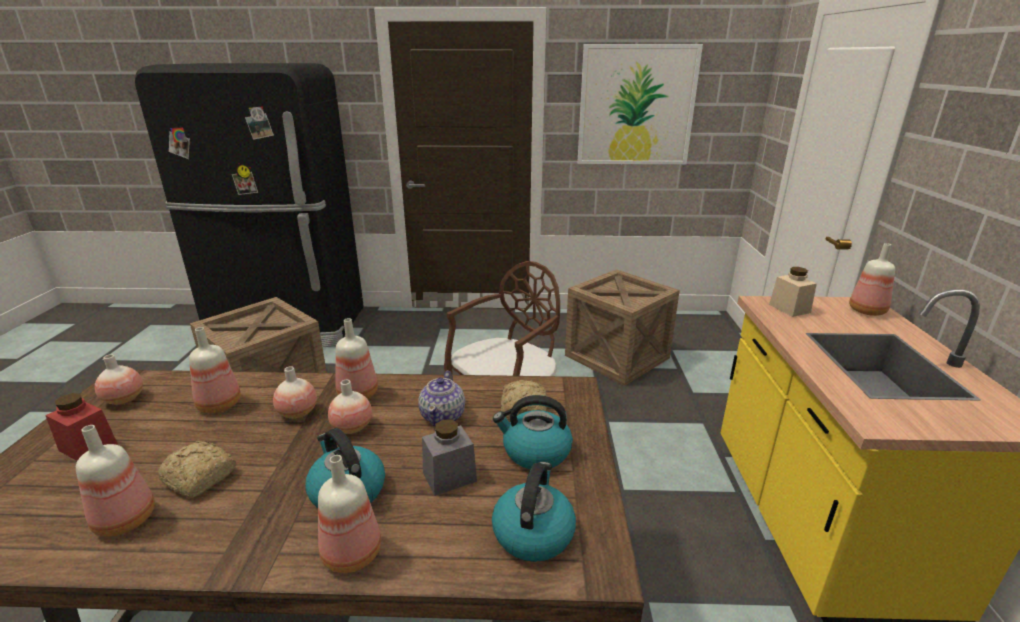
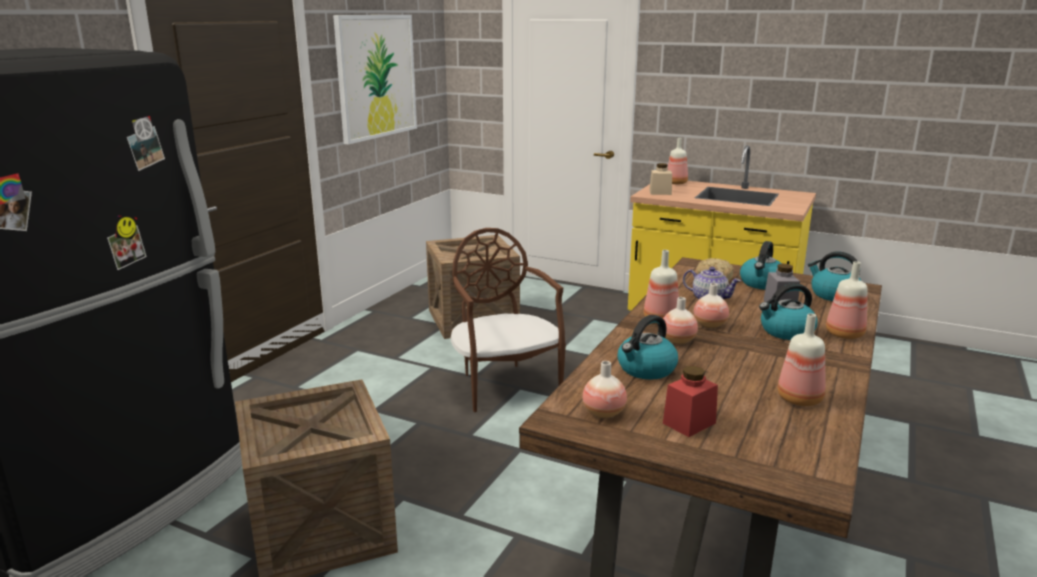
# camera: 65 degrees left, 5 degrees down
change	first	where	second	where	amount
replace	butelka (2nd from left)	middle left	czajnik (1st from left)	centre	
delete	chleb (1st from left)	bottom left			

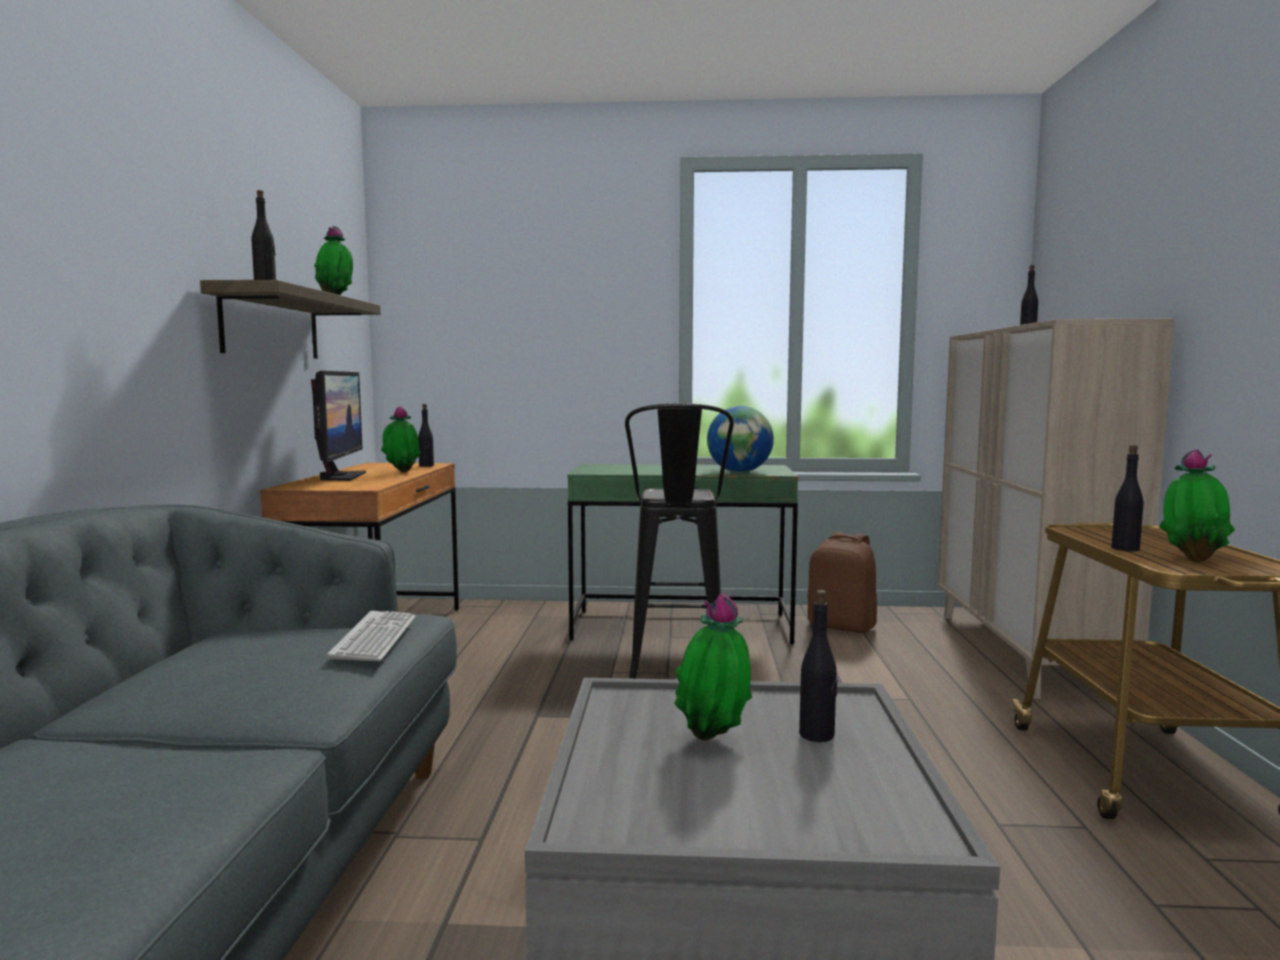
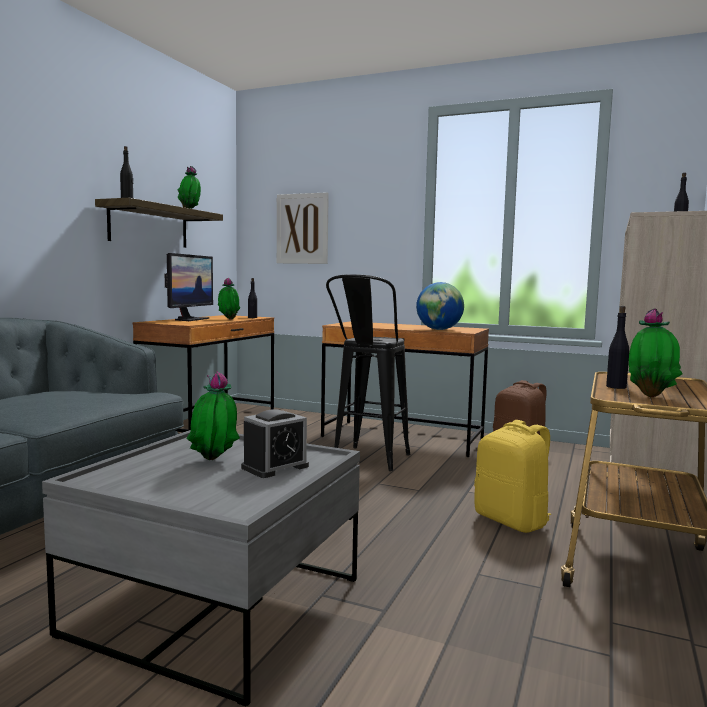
# camera: 20 degrees right, 0 degrees up
change	first	where	second	where	amount
recolor	biurko [zielony]	centre	biurko [brązowy] (2nd from left)	centre	
replace	butelka [czarny] (3rd from left)	bottom centre	budzik	centre	
delete	klawiatura	middle left			
insert			obraz	top centre	
insert			plecak [żółty]	bottom right	

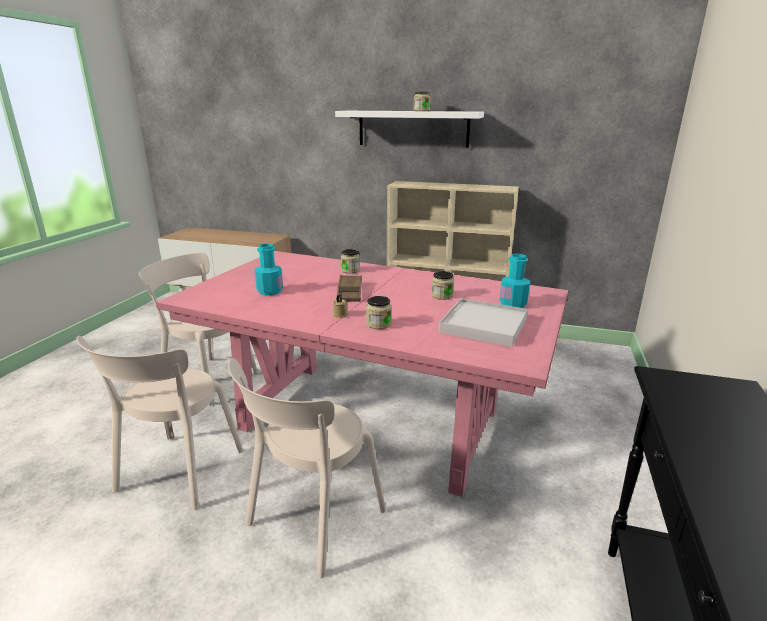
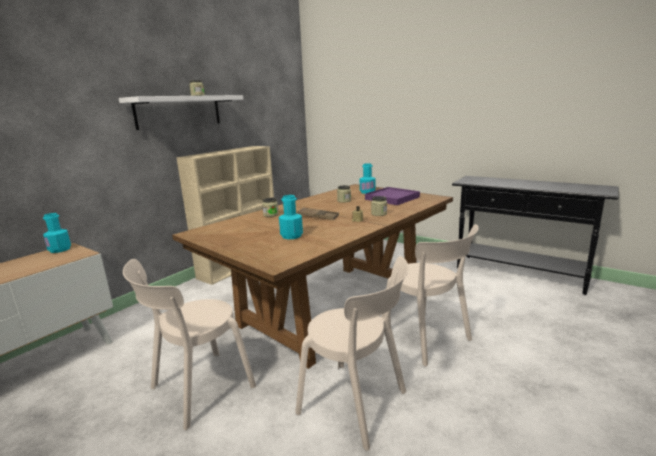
# camera: 70 degrees left, 5 degrees down
change	first	where	second	where	amount
recolor	stół jadalny [różowy]	centre	stół jadalny [brązowy]	centre	
recolor	taca [biały]	centre	taca [fioletowy]	centre	
insert			butelka [turkusowy] (1st from left)	middle left	

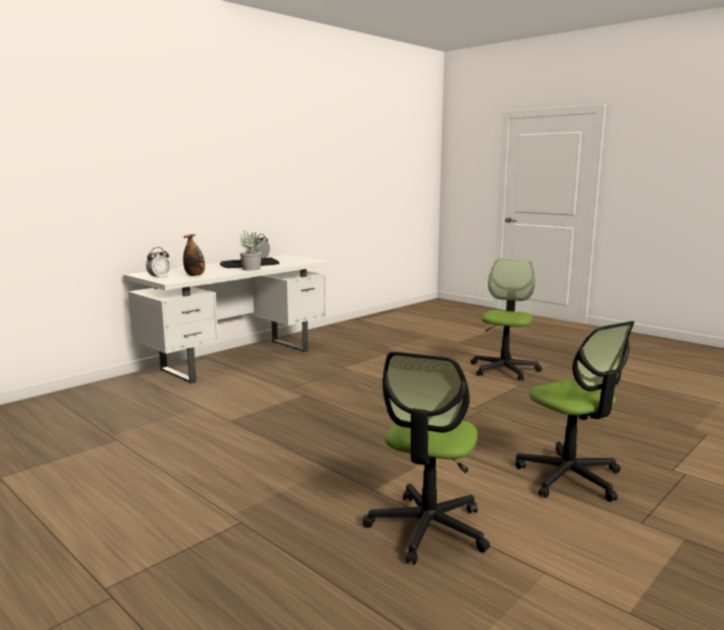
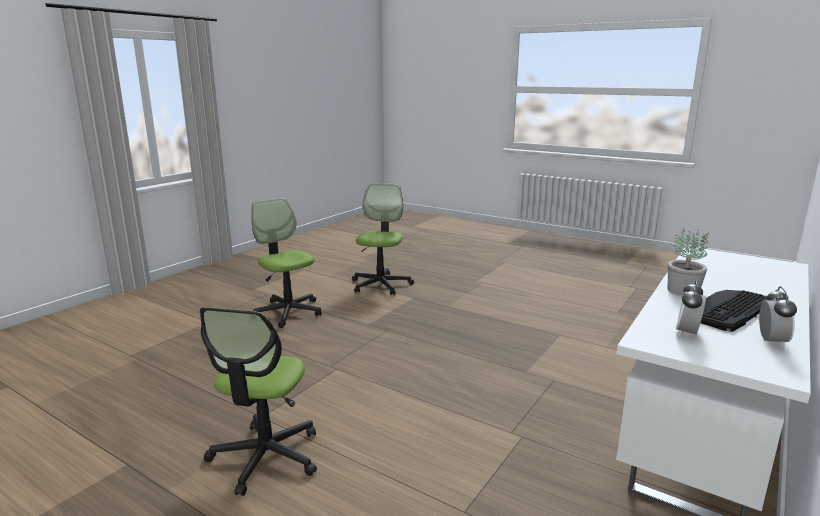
# camera: 170 degrees right, 5 degrees up
change	first	where	second	where	amount
delete	butelka	middle left			
move	budzik (1st from left)	middle left		middle right	

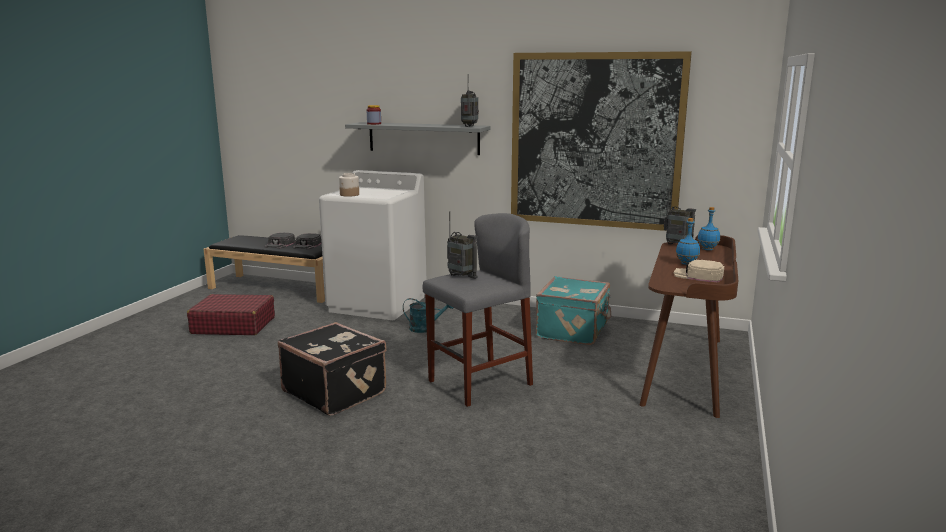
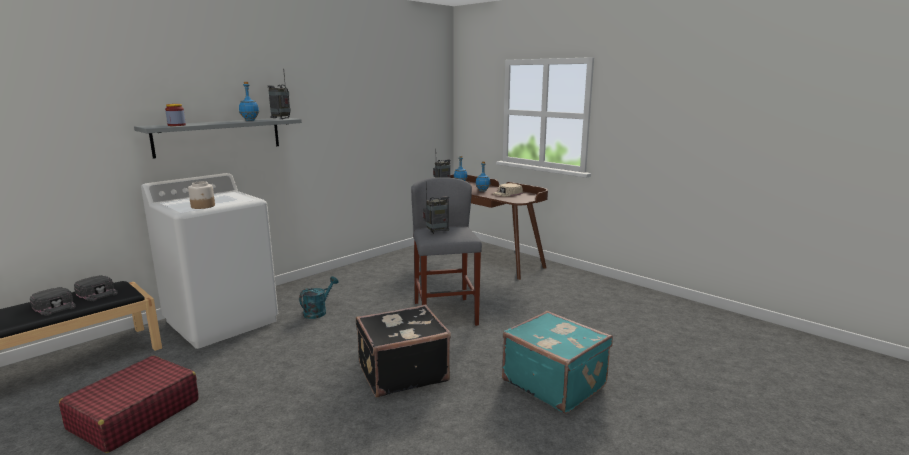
# camera: 65 degrees left, 0 degrees up
change	first	where	second	where	amount
delete	obraz	top centre			
move	walizka [turkusowy]	centre		bottom centre	
insert			butelka [niebieski] (1st from left)	top left	

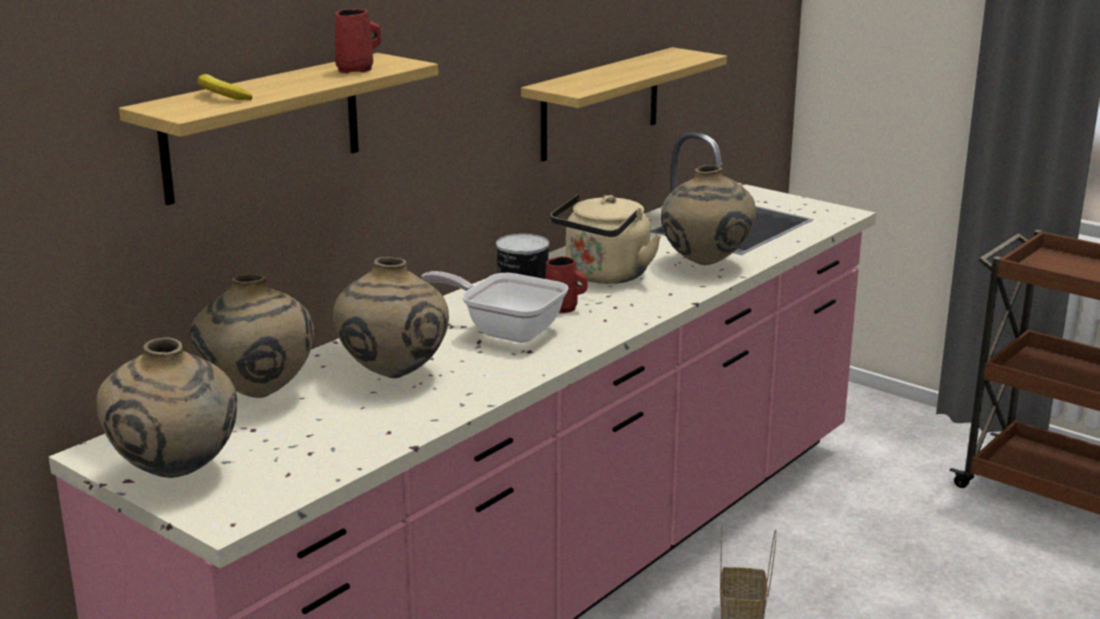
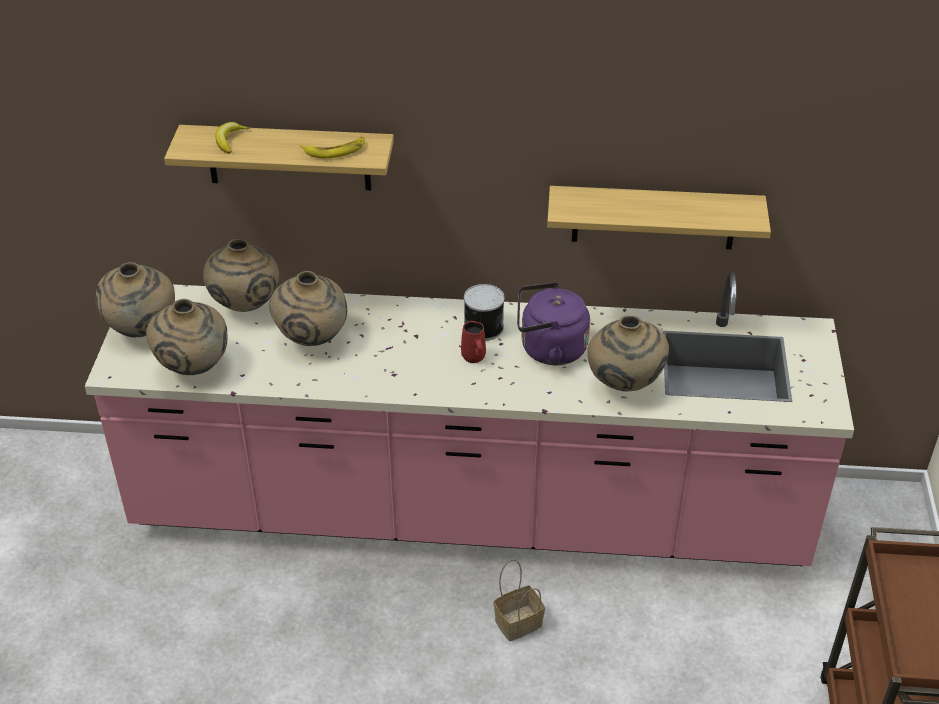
# camera: 55 degrees right, 20 degrees up
change	first	where	second	where	amount
replace	kubek [czerwony] (1st from left)	top left	banan (2nd from left)	top centre	
recolor	czajnik [beżowy]	centre	czajnik [fioletowy]	centre	
delete	patelnia	centre			
insert			wazon [beżowy] (2nd from left)	middle left	

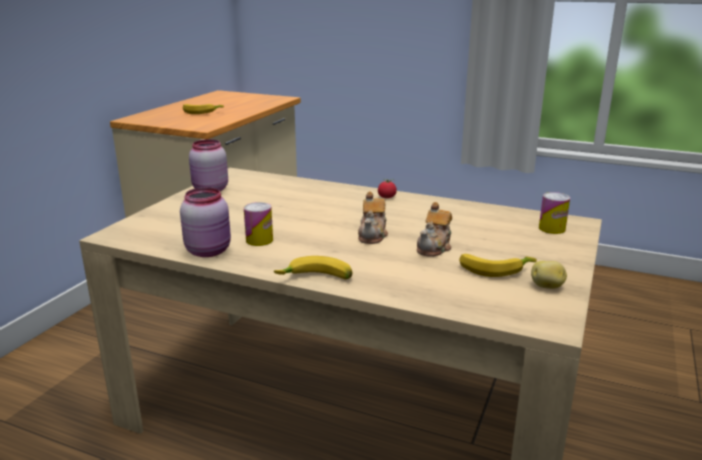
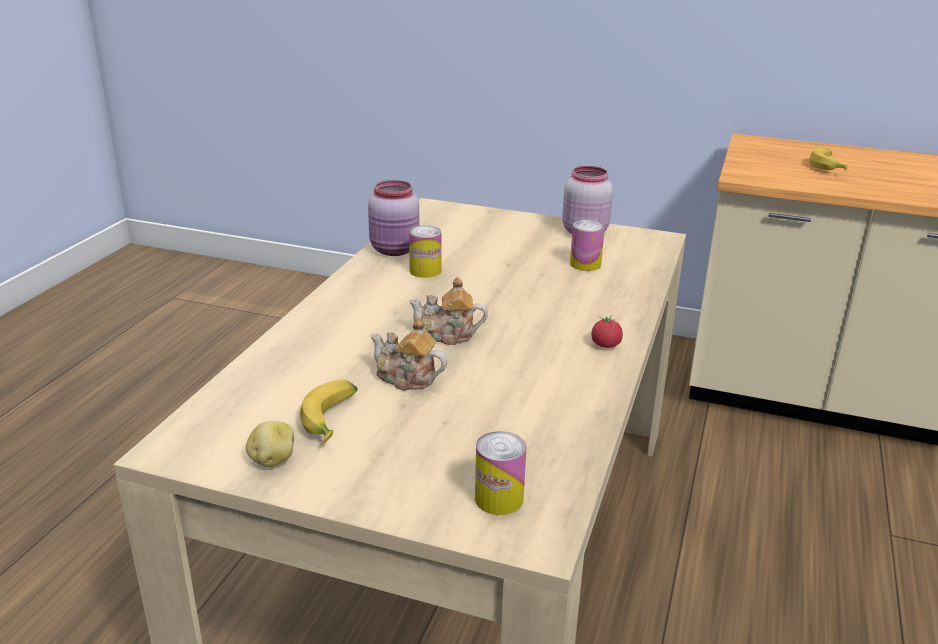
# camera: 85 degrees right, 5 degrees up
change	first	where	second	where	amount
delete	banan (2nd from left)	centre			
insert			puszka (3rd from left)	centre	

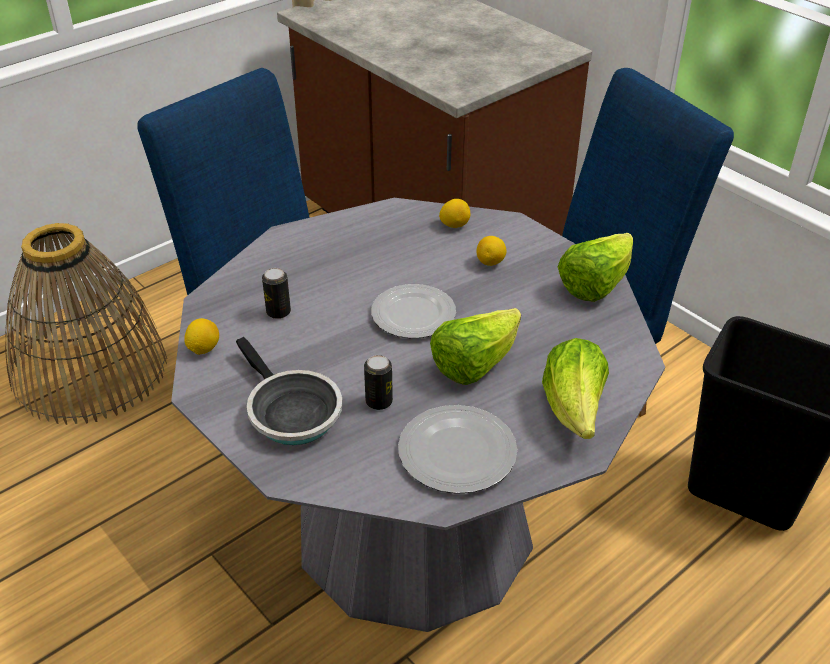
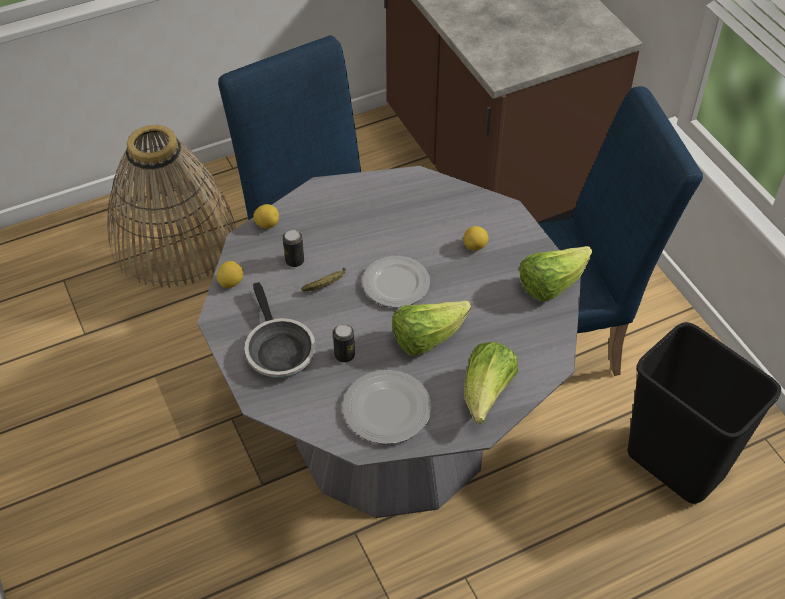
# camera: 15 degrees right, 10 degrees up
change	first	where	second	where	amount
move	cytryna (2nd from left)	top centre		centre	
insert			banan	centre	

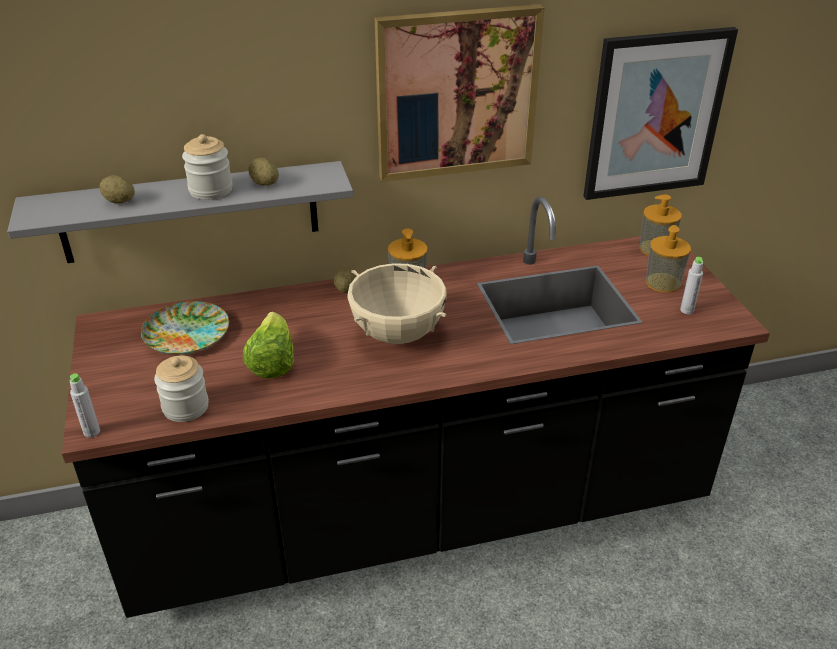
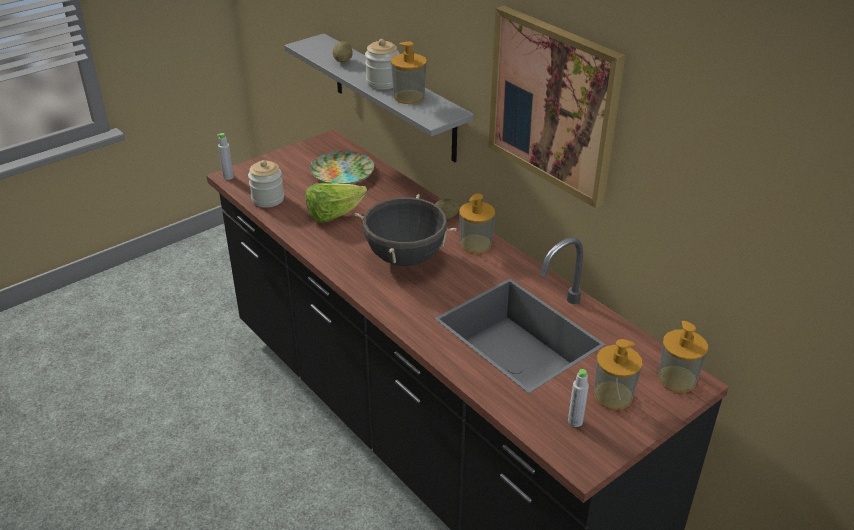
# camera: 65 degrees right, 0 degrees up
change	first	where	second	where	amount
delete	obraz (2nd from left)	top right			
replace	ziemniak (2nd from left)	top left	dozownik mydła (1st from left)	top centre	
recolor	garnek [beżowy]	centre	garnek [czarny]	centre	

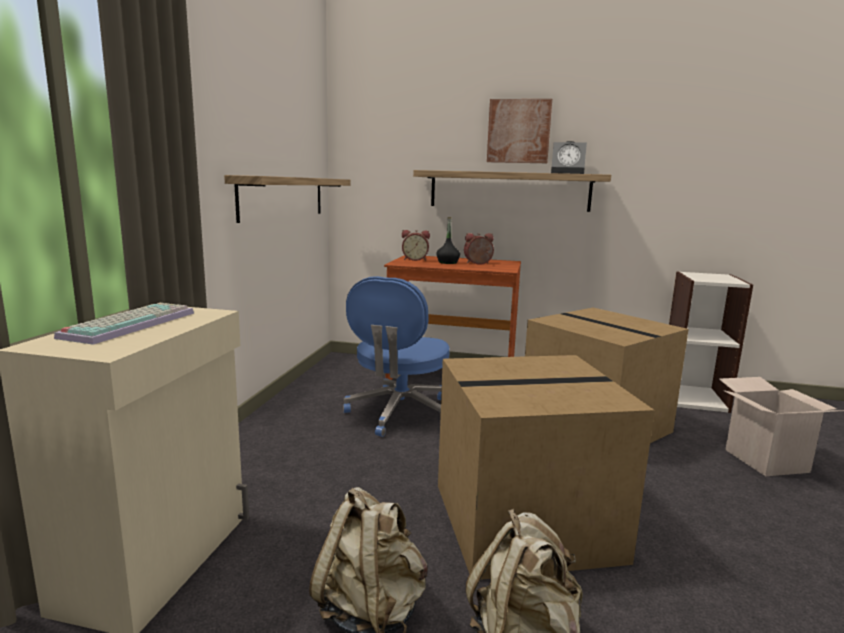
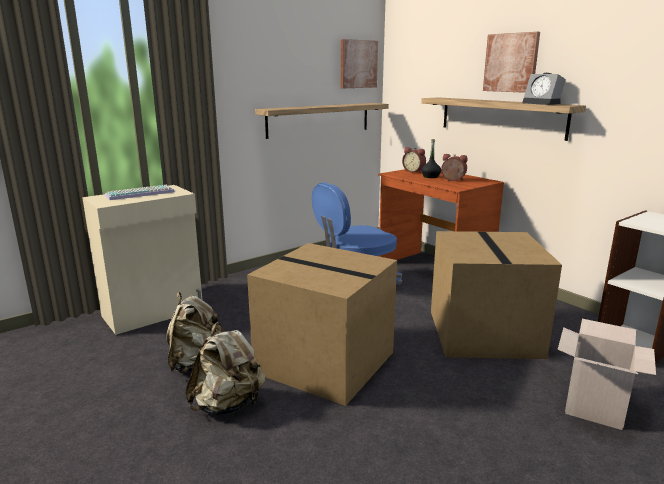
# camera: 40 degrees right, 5 degrees up
change	first	where	second	where	amount
insert			obraz (1st from left)	top centre	

